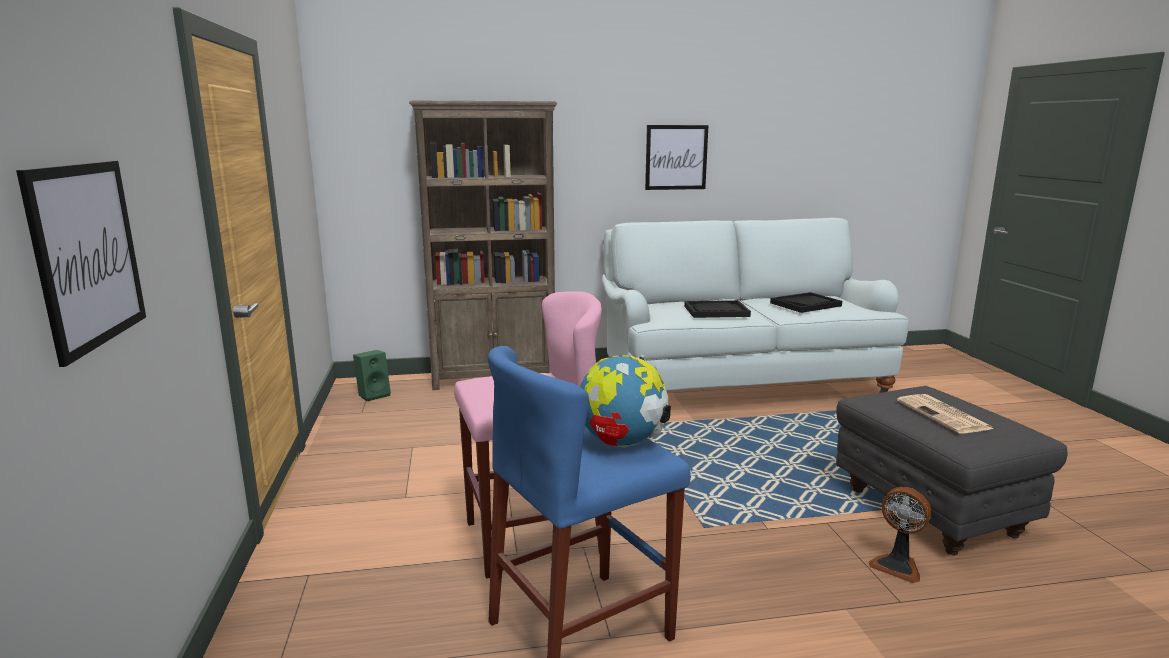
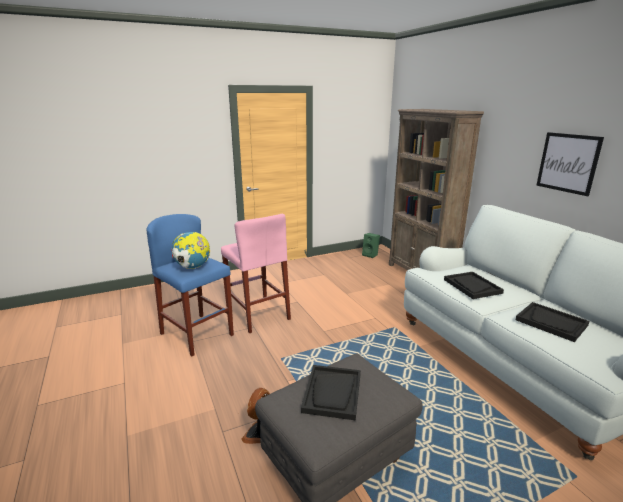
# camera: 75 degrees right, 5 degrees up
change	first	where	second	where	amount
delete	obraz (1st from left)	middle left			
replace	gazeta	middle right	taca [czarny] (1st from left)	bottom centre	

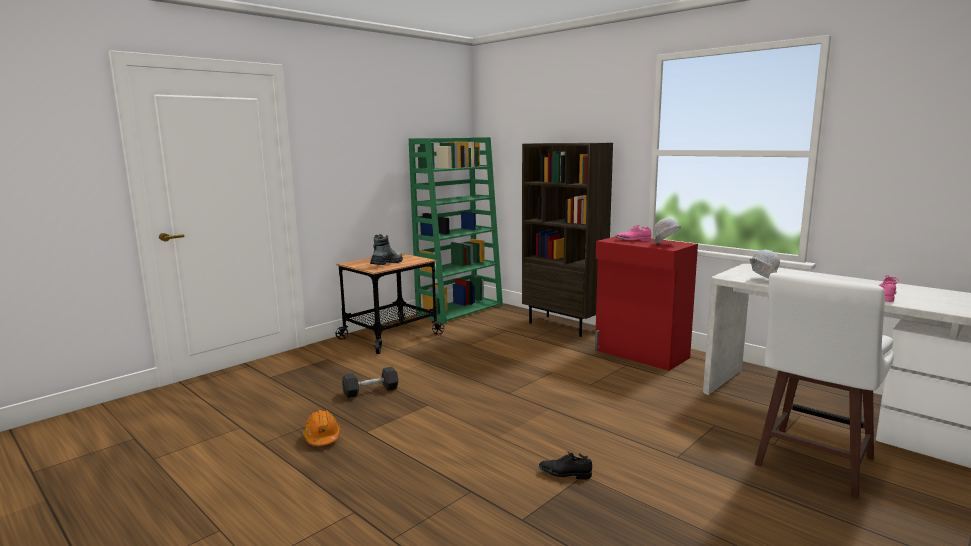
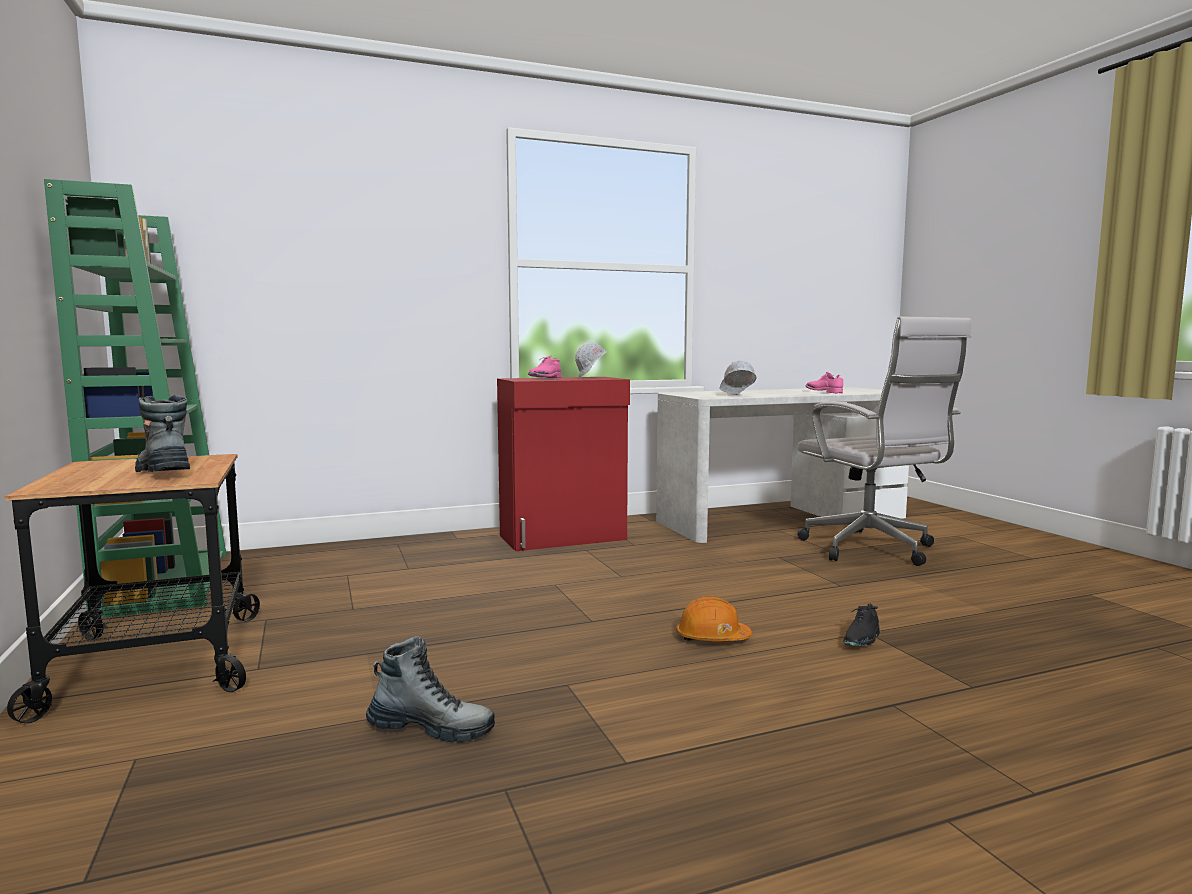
# camera: 65 degrees left, 5 degrees down
change	first	where	second	where	amount
delete	regał [brązowy]	centre			
replace	stołek [biały]	bottom right	krzesło biurowe [biały]	middle right	
replace	hantel [szary]	bottom centre	but z cholewką (2nd from left)	bottom centre	
move	kask [pomarańczowy]	bottom left		bottom centre	

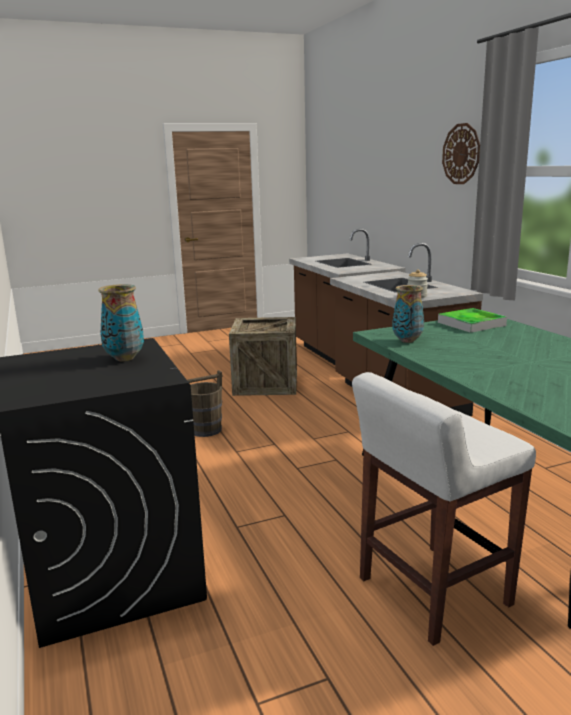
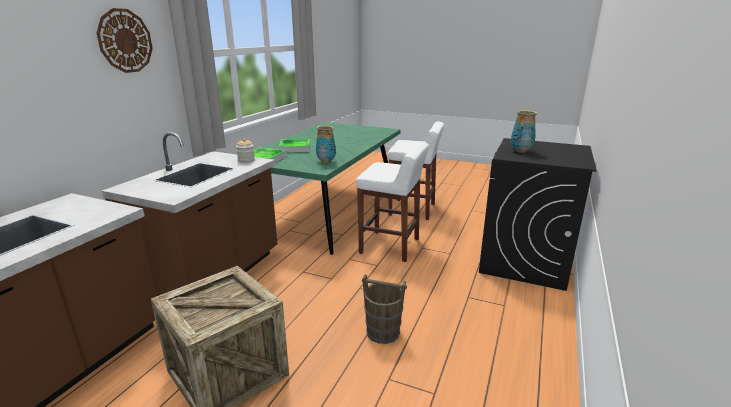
# camera: 135 degrees left, 5 degrees up
change	first	where	second	where	amount
insert			taca (2nd from left)	centre	
insert			stołek [biały] (1st from left)	centre	

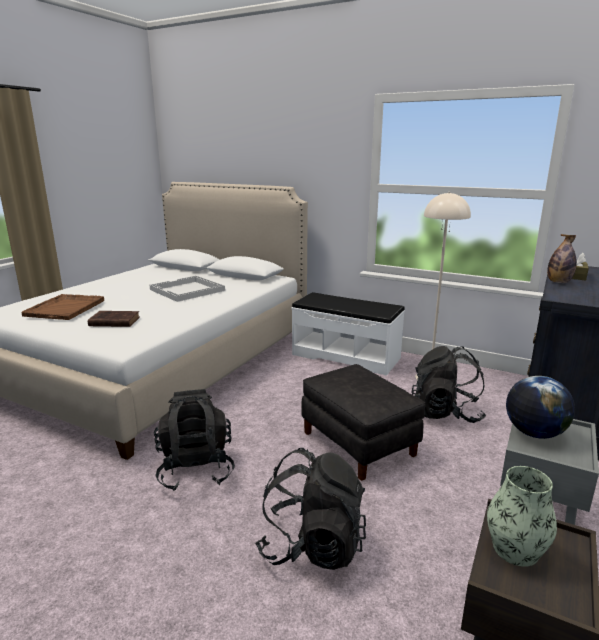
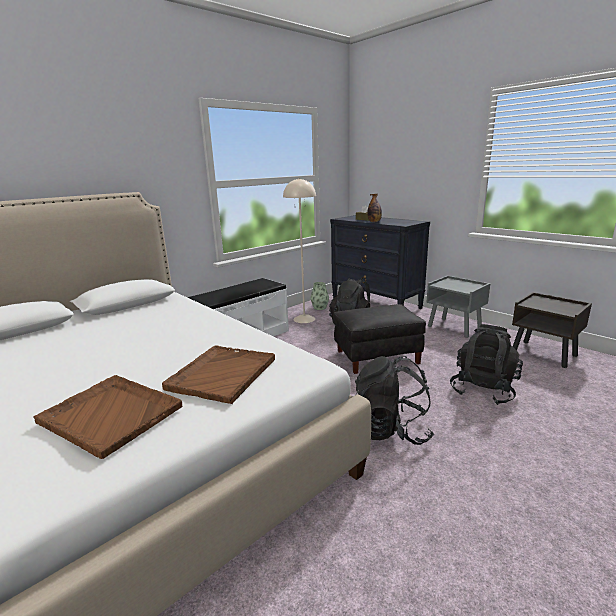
# camera: 70 degrees left, 0 degrees up
change	first	where	second	where	amount
delete	taca [biały]	middle left			
replace	książka [brązowy]	middle left	taca [brązowy] (2nd from left)	centre	
delete	globus	middle right			
move	wazon	bottom right		centre	

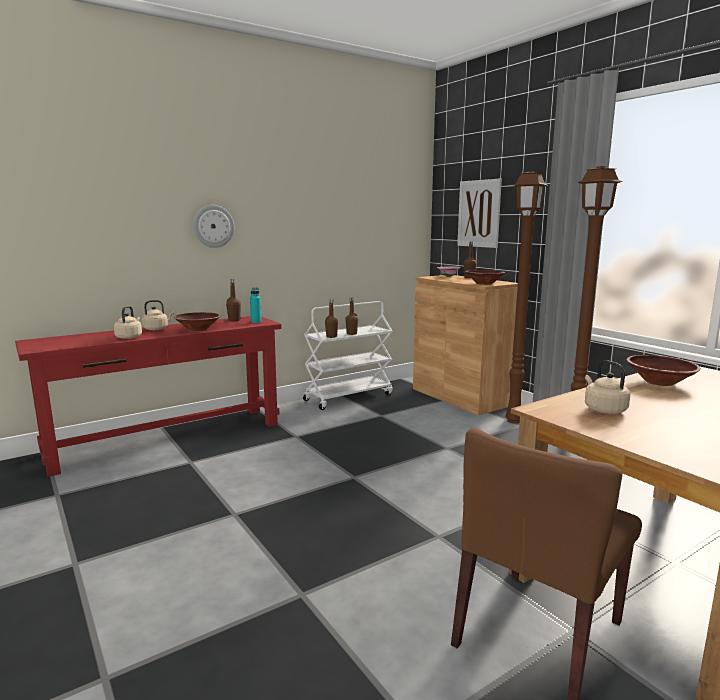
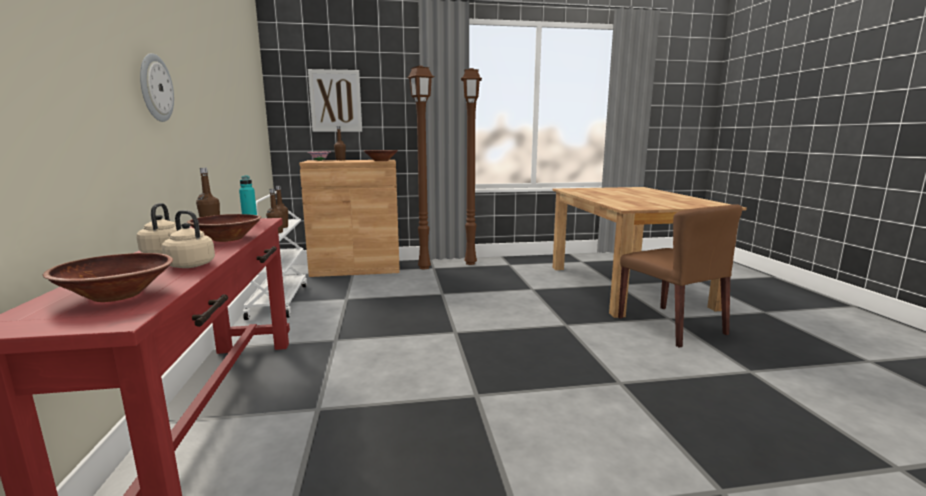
# camera: 65 degrees left, 0 degrees up
change	first	where	second	where	amount
move	miska [brązowy] (3rd from left in the first image)	middle right	miska [brązowy] (1st from left)	middle left	
delete	czajnik [beżowy] (3rd from left)	middle right			

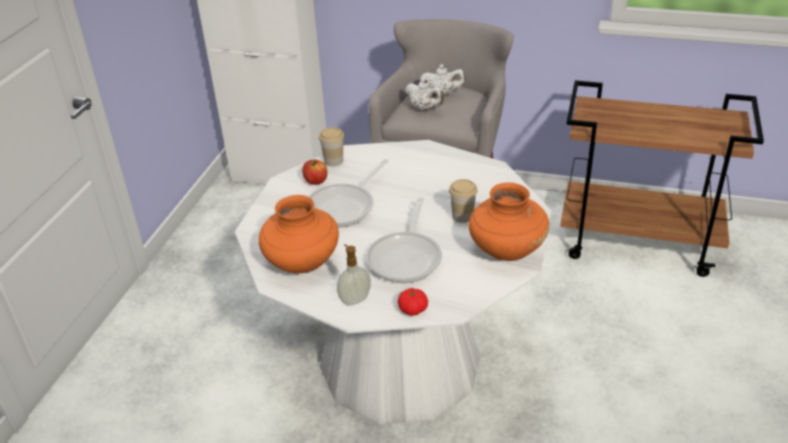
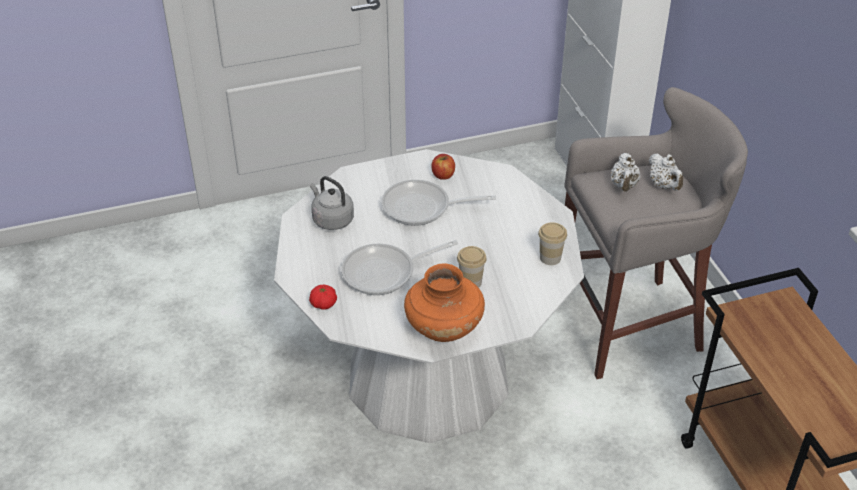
# camera: 55 degrees right, 5 degrees up
change	first	where	second	where	amount
move	filiżanka (1st from left in the first image)	top centre	filiżanka (2nd from left)	centre	
replace	wazon [pomarańczowy] (1st from left)	centre	czajnik [szary]	centre	
delete	dozownik mydła	centre			

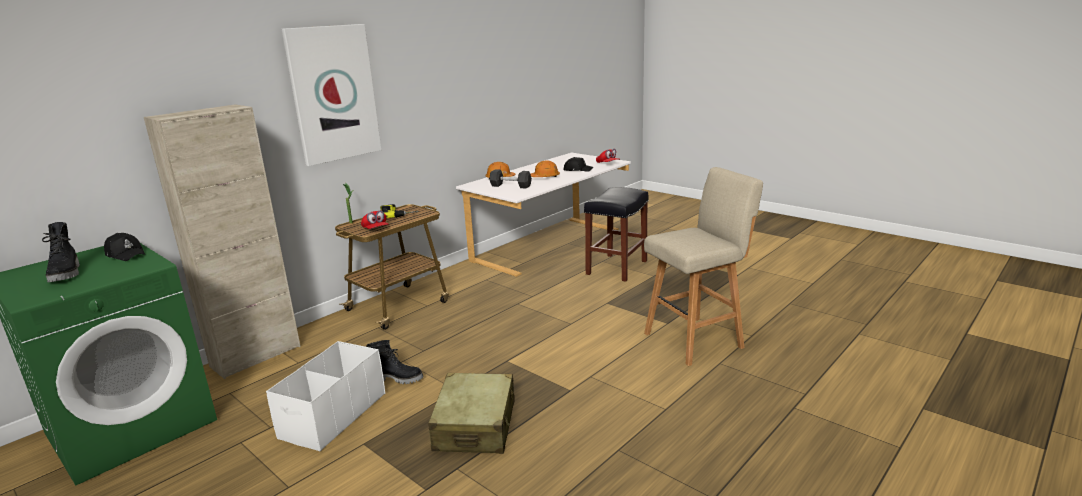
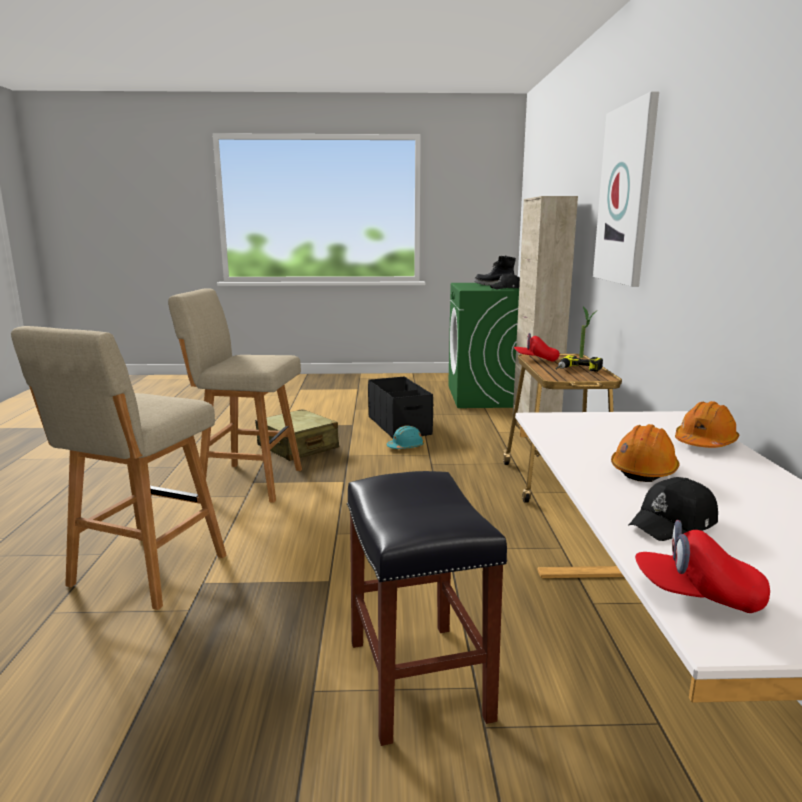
# camera: 135 degrees right, 5 degrees down
change	first	where	second	where	amount
delete	hantel [szary]	centre			
replace	but z cholewką [czarny] (2nd from left)	bottom centre	kask [turkusowy]	centre	
recolor	pojemnik do przechowywania [biały]	bottom left	pojemnik do przechowywania [czarny]	centre	
insert			stołek [beżowy] (2nd from left)	middle left	

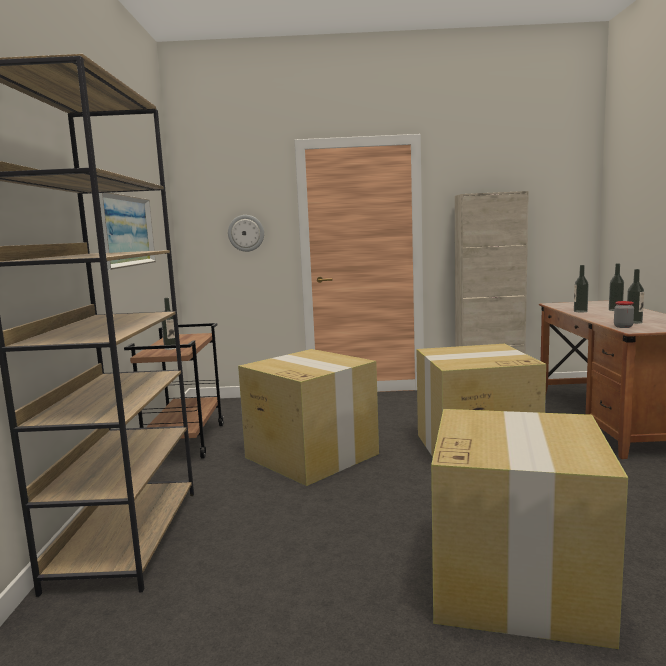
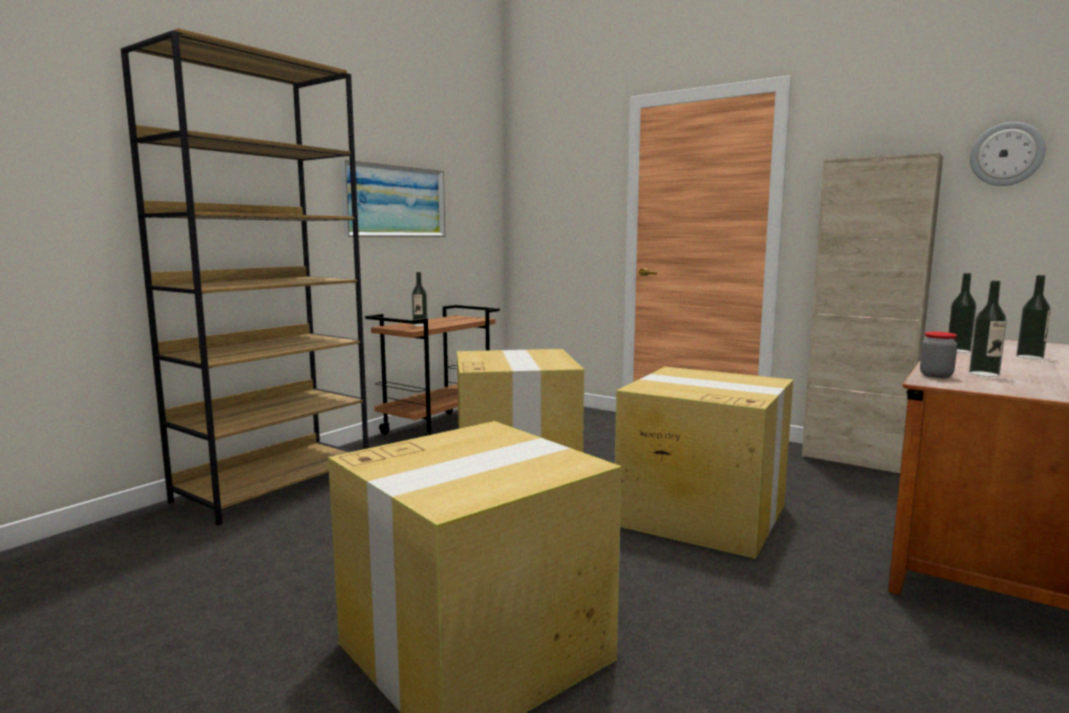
# camera: 35 degrees right, 0 degrees up
change	first	where	second	where	amount
move	zegar ścienny	centre		top right	

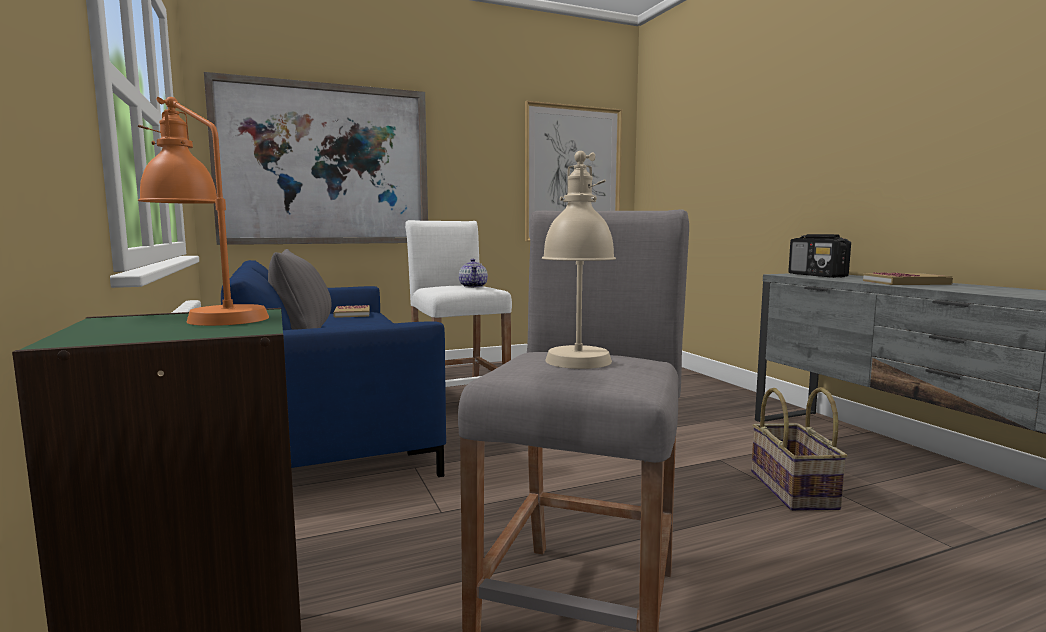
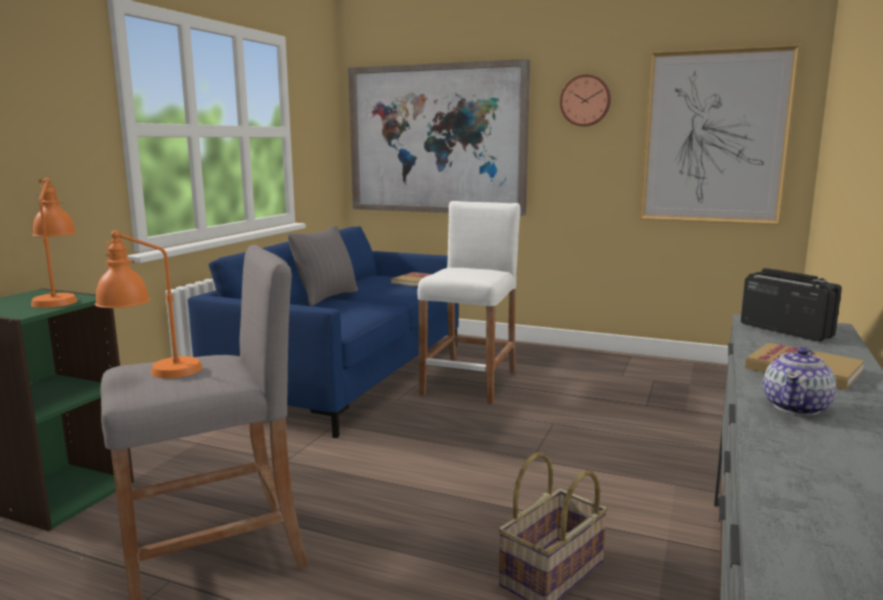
# camera: 45 degrees right, 5 degrees up
change	first	where	second	where	amount
recolor	lampa stołowa [beżowy]	centre	lampa stołowa [pomarańczowy] (2nd from left)	middle left	
rotate	radio	middle right		middle right	120 degrees clockwise
move	imbryk	centre		middle right	
insert			zegar ścienny	top centre	

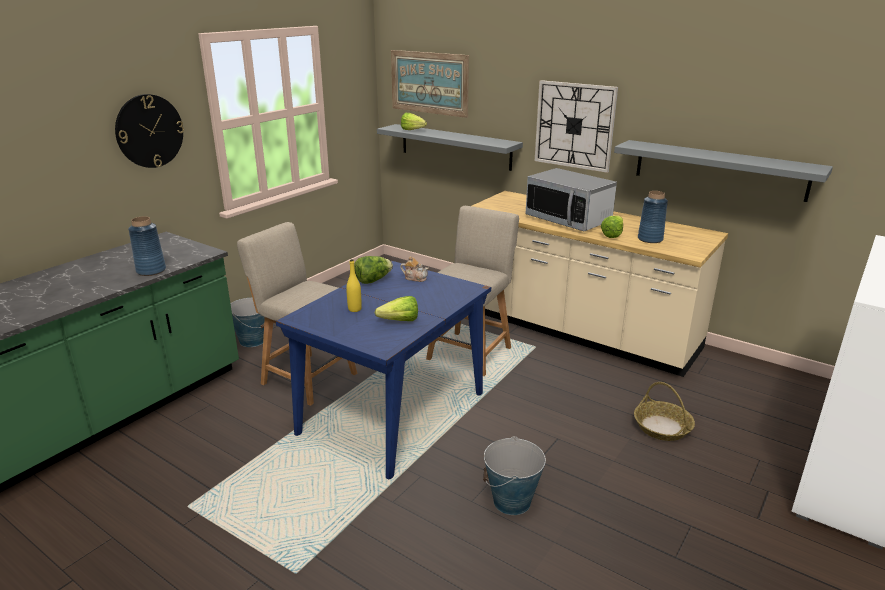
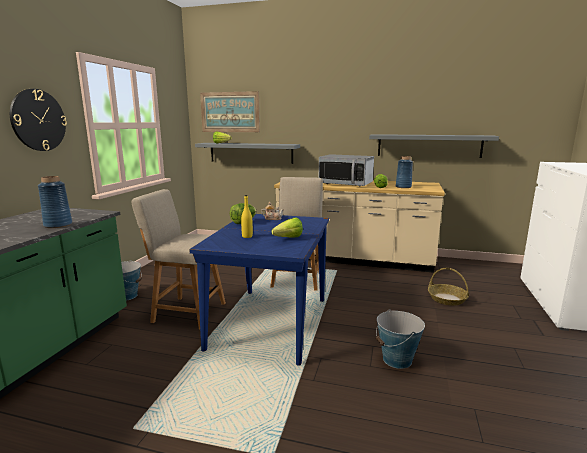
# camera: 20 degrees left, 10 degrees down
change	first	where	second	where	amount
delete	zegar ścienny (2nd from left)	top centre			

